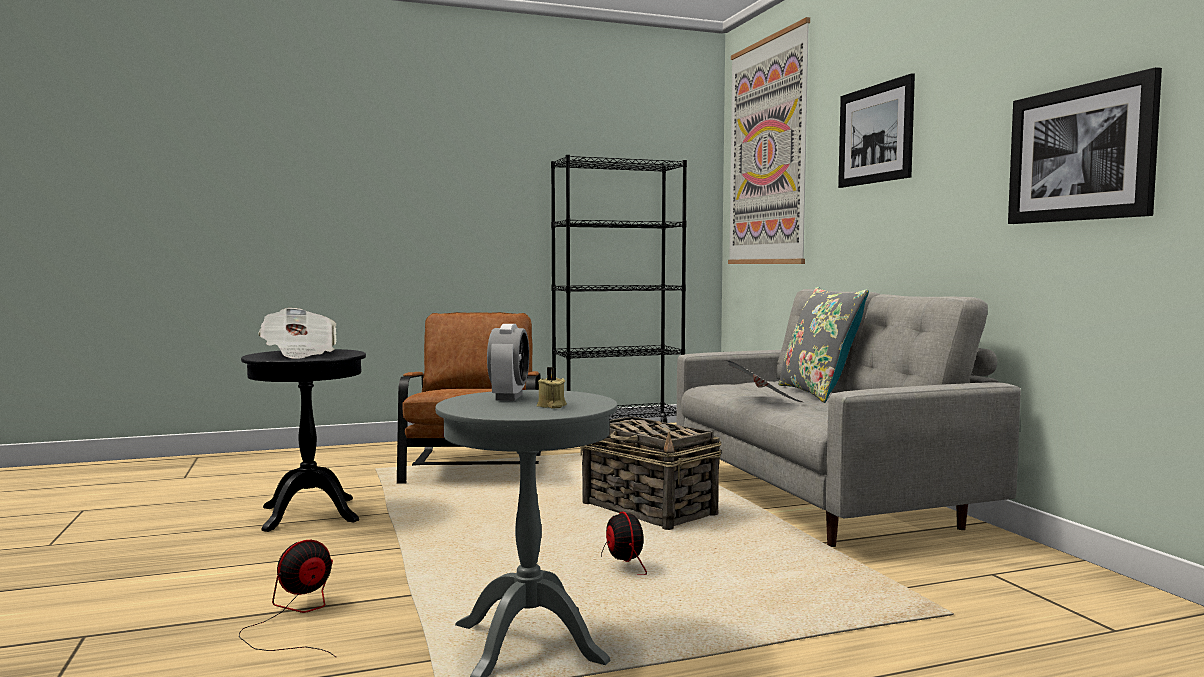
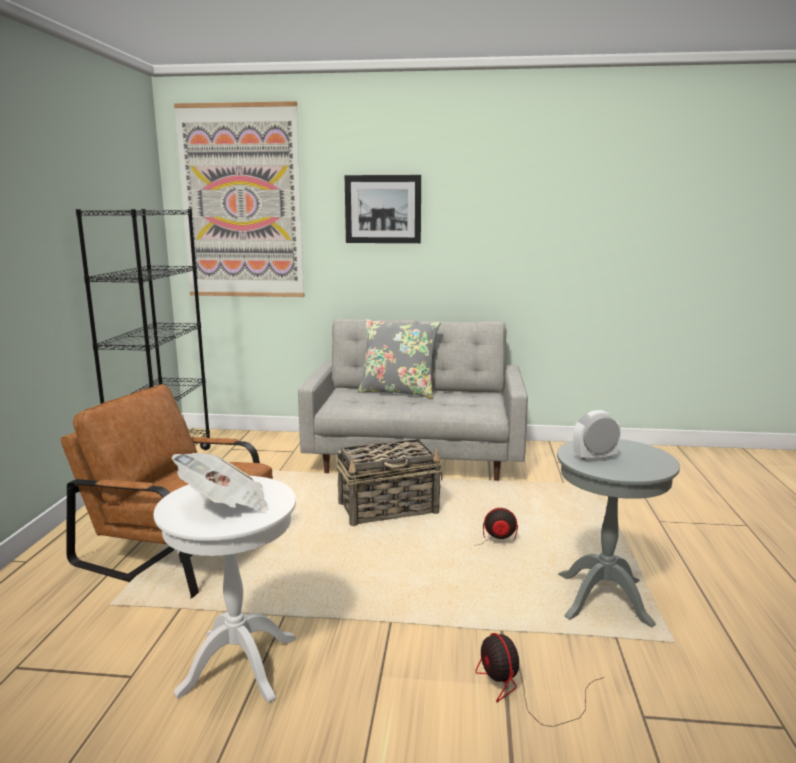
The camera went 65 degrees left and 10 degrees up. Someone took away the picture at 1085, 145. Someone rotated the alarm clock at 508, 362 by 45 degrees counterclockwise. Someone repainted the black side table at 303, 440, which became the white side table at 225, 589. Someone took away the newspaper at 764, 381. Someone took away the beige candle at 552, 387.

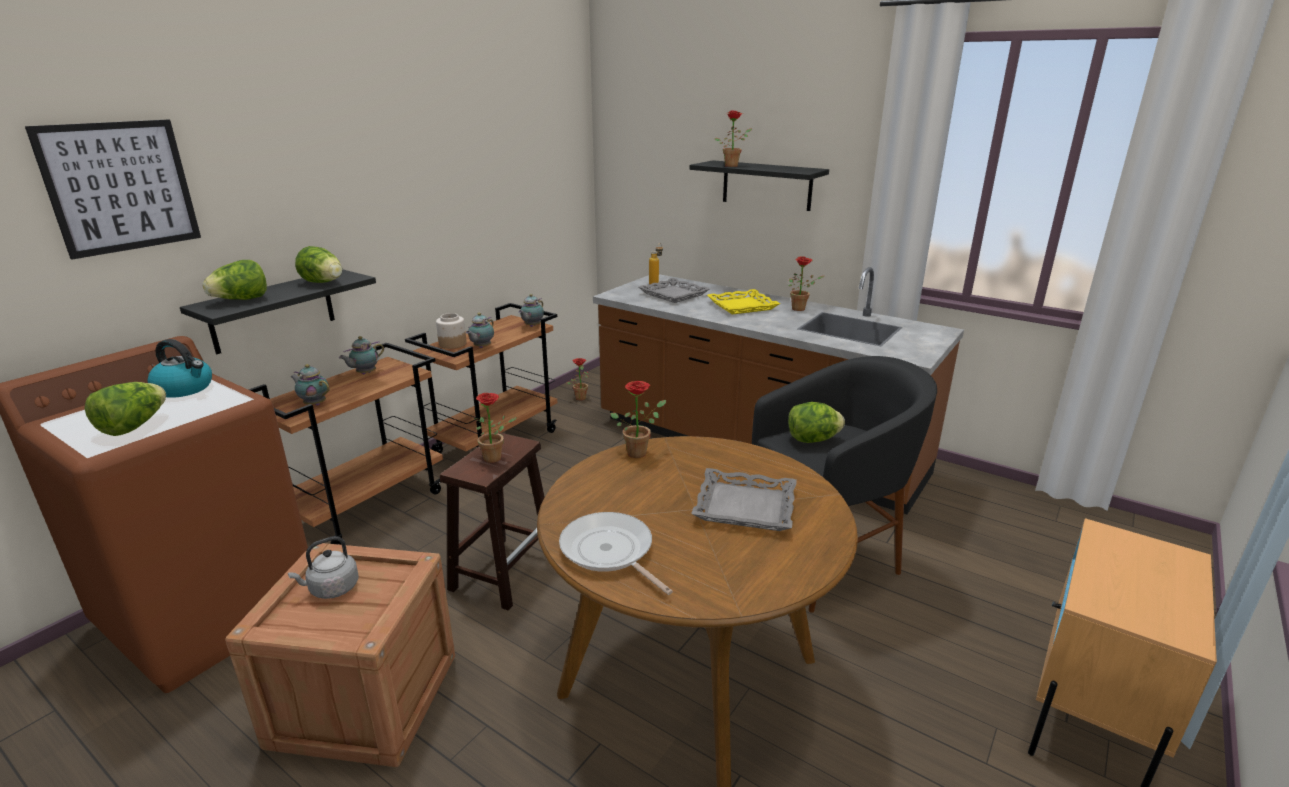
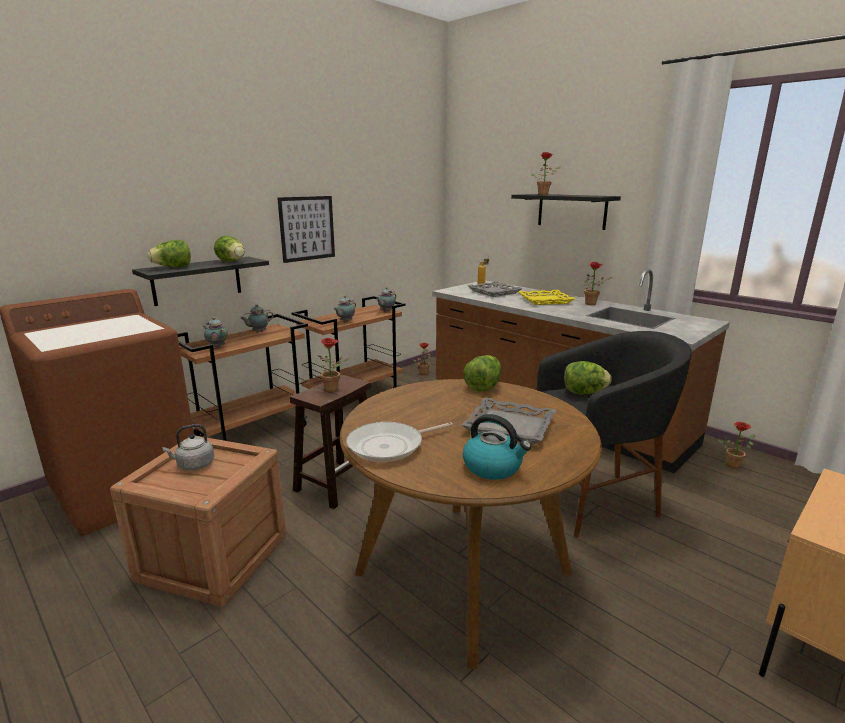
The camera went 10 degrees right and 5 degrees down. Someone carried the picture from 113, 189 to 306, 229. Someone took away the jar at 451, 331. Someone carried the kettle from 180, 368 to 497, 447. Someone carried the potted plant from 638, 419 to 737, 445. Someone carried the lettuce from 125, 409 to 482, 373. Someone rotated the frying pan at 616, 553 by 90 degrees counterclockwise.

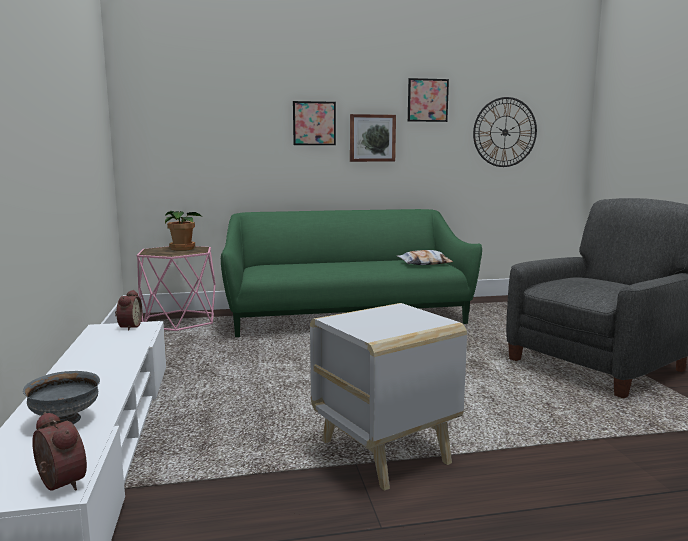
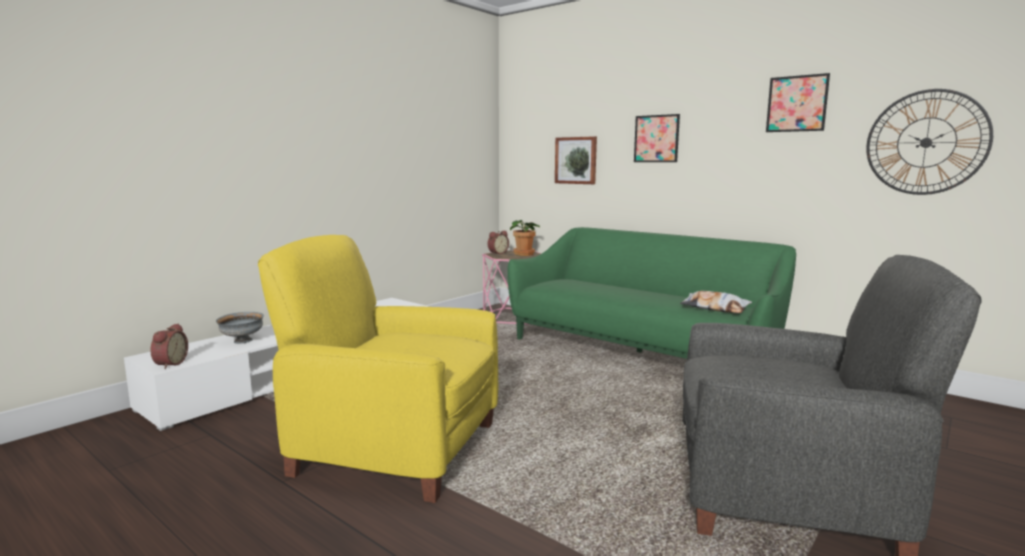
The camera went 50 degrees right and 0 degrees up. Someone carried the picture from 373, 138 to 576, 160. Someone carried the alarm clock from 128, 310 to 498, 242. Someone swapped the white side table at 388, 397 for the yellow armchair at 378, 369.

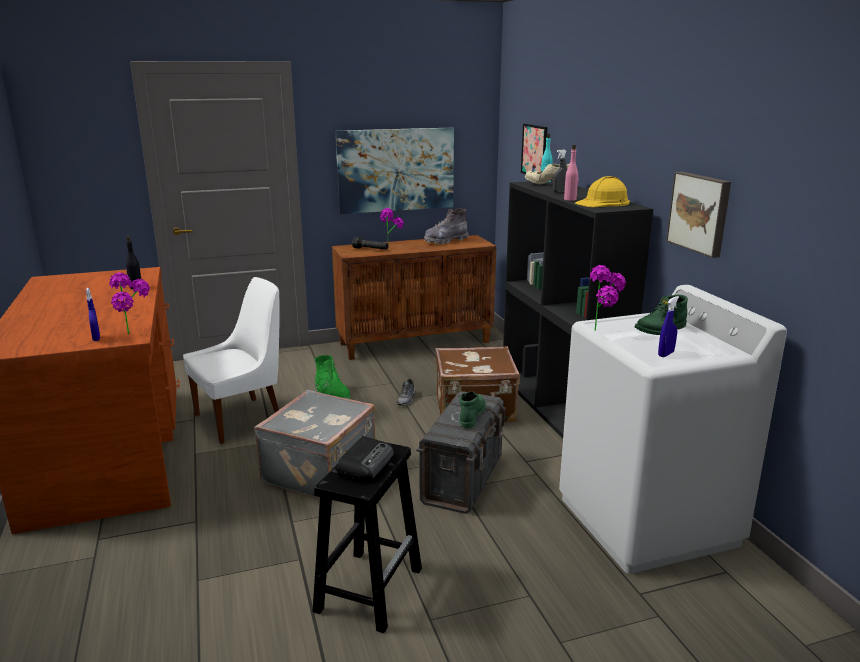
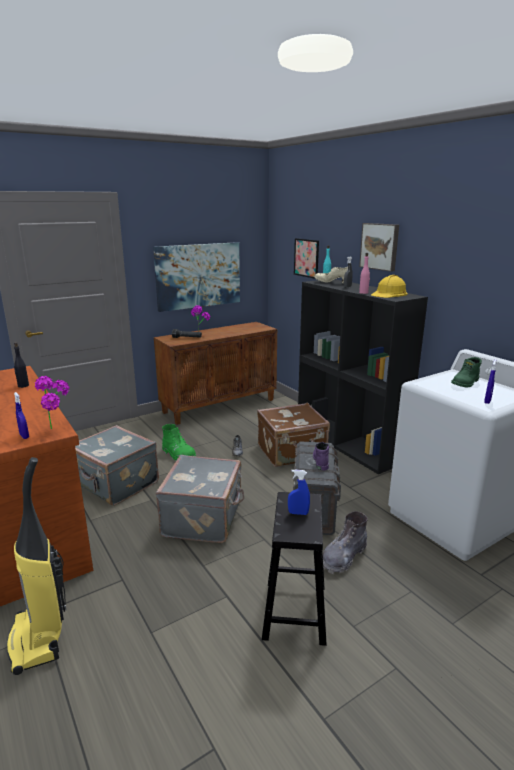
The camera went 15 degrees left and 0 degrees up. Someone carried the picture from 698, 215 to 379, 247. Someone carried the grey boot from 446, 226 to 345, 542. Someone took away the potted plant at 608, 298. Someone swapped the white chair at 231, 360 for the grey suitcase at 117, 465. Someone repainted the green boot at 472, 409, which became the purple boot at 321, 456. Someone swapped the radio at 365, 458 for the blue spray bottle at 299, 492. Someone put down the vacuum cleaner at 36, 566.

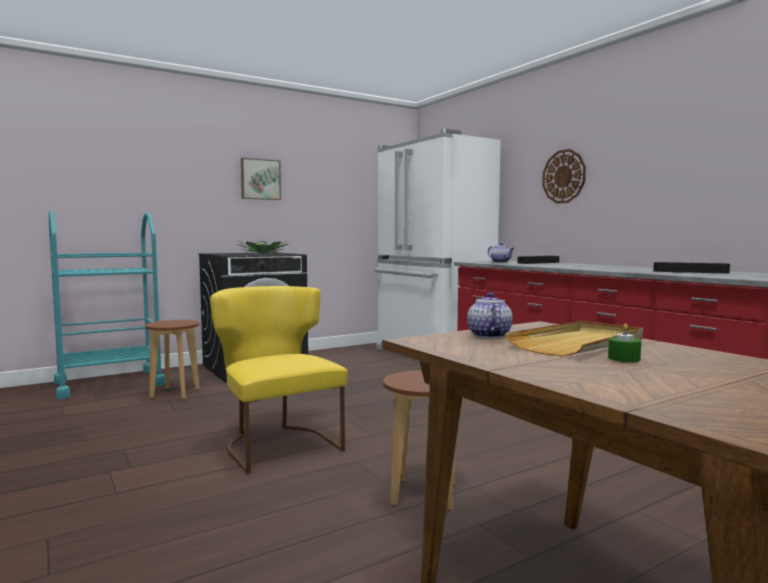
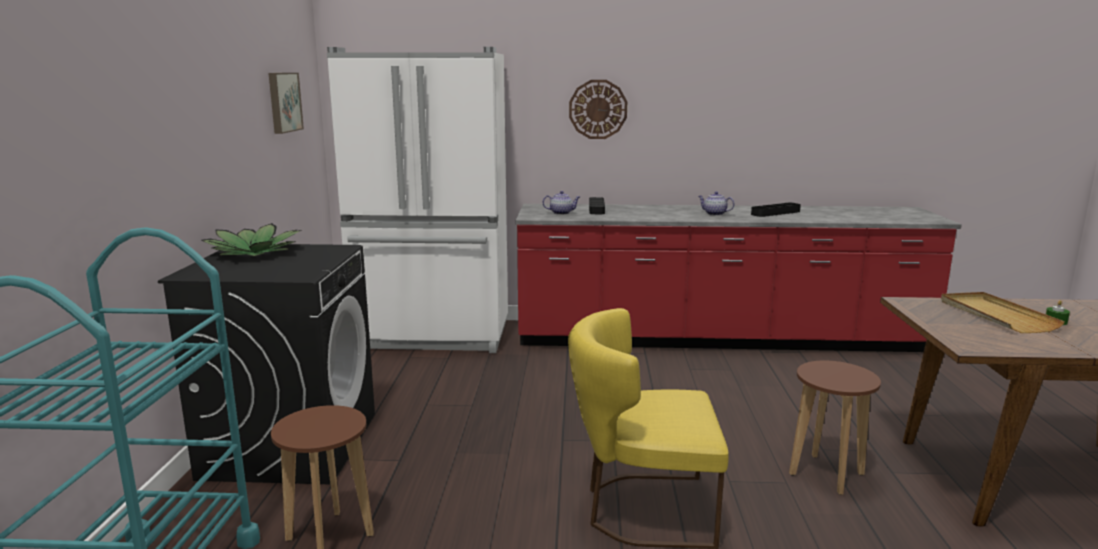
The camera went 55 degrees left and 10 degrees up. Someone carried the picture from 261, 179 to 286, 103. Someone carried the teapot from 490, 315 to 716, 204.

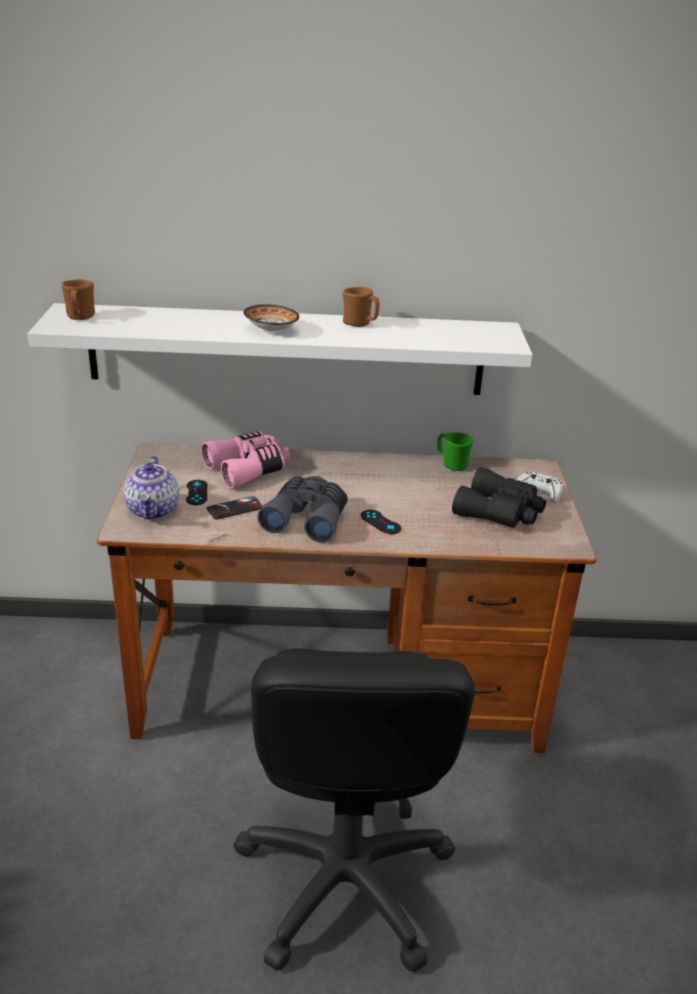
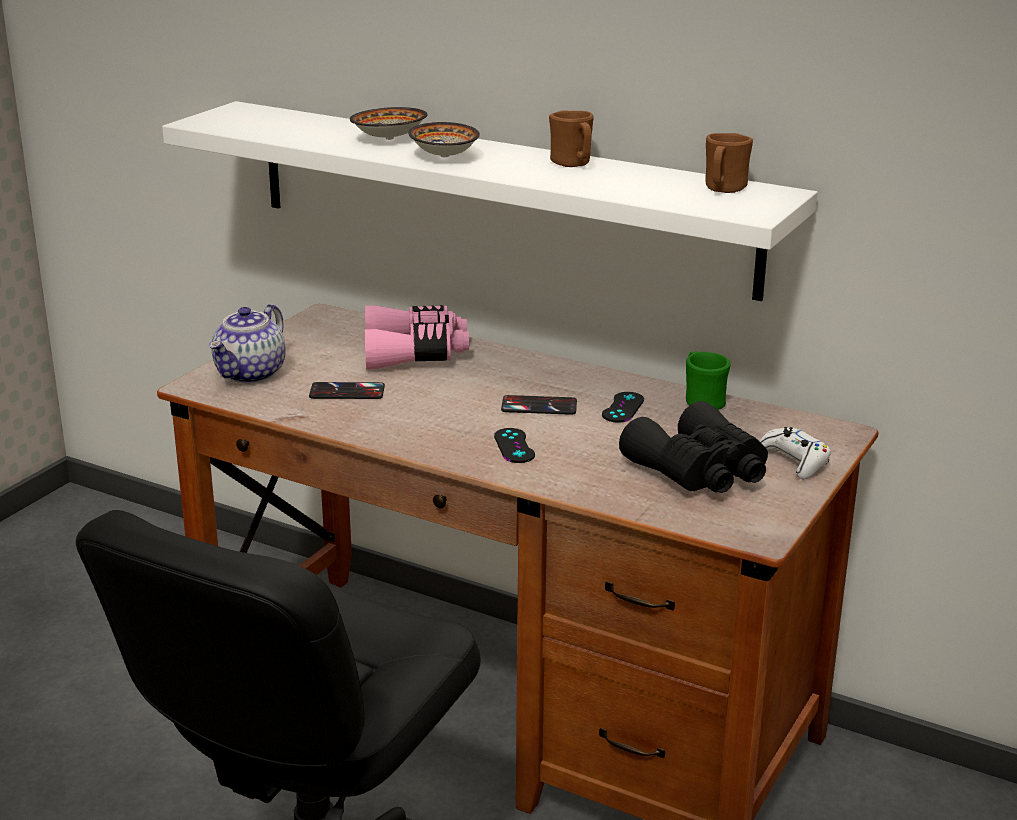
The camera went 30 degrees right and 5 degrees down. Someone carried the brown mug from 78, 299 to 729, 163. Someone took away the grey binoculars at 302, 509. Someone carried the black game controller from 196, 492 to 623, 407. Someone put down the bowl at 389, 123. Someone put down the phone at 539, 405.

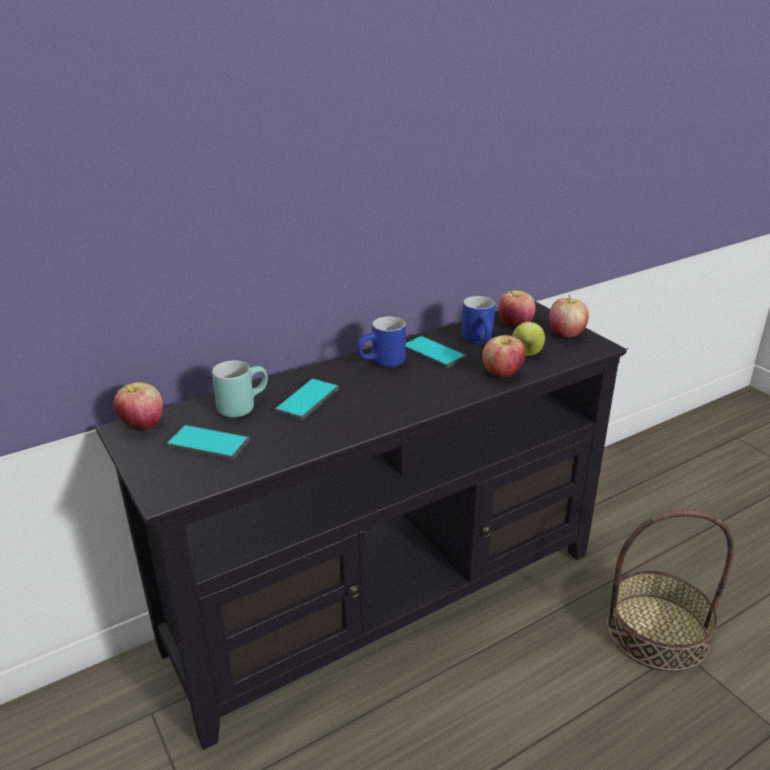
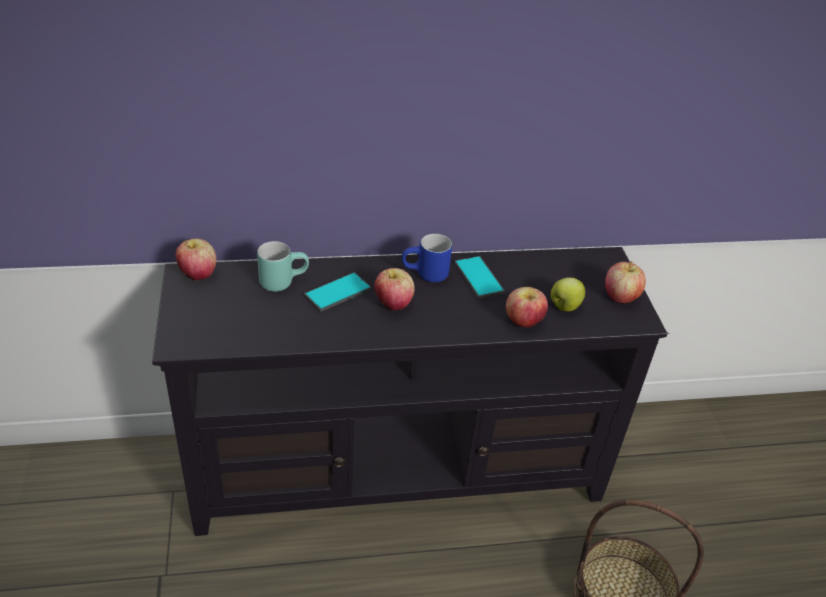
The camera went 20 degrees right and 10 degrees up. Someone carried the apple from 516, 309 to 395, 289. Someone took away the blue mug at 478, 320. Someone took away the phone at 208, 442.

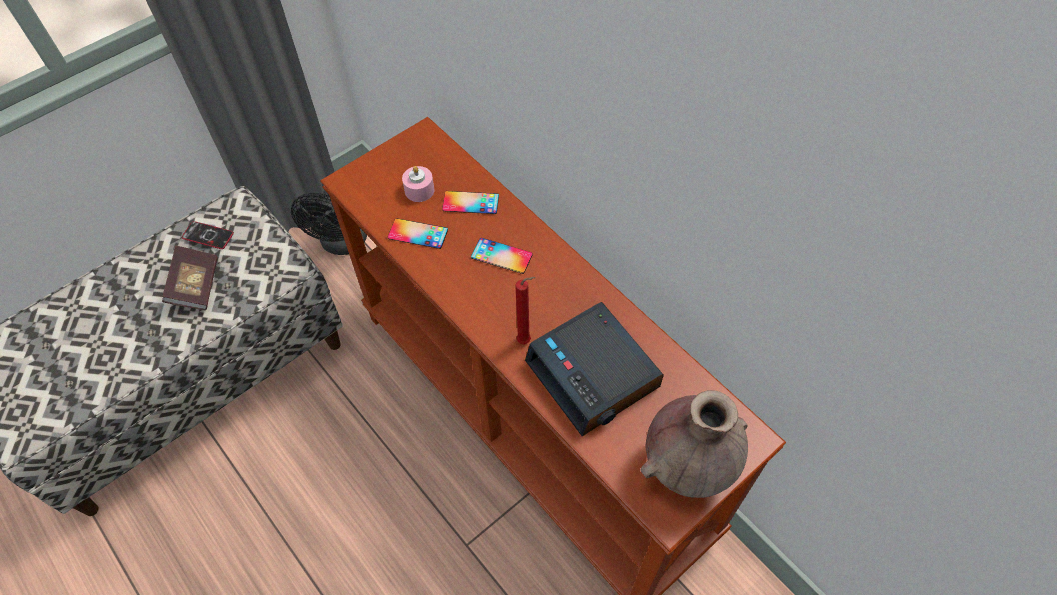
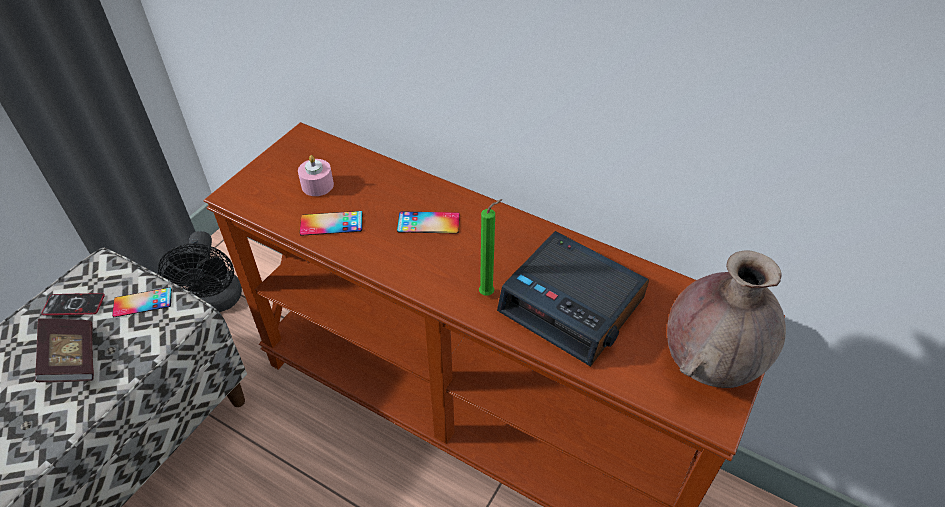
The camera went 20 degrees left and 10 degrees down. Someone carried the phone from 470, 202 to 142, 302. Someone repainted the red candle at 525, 310, which became the green candle at 491, 247.

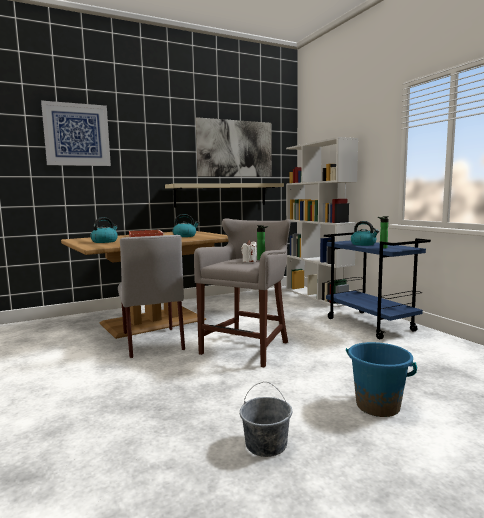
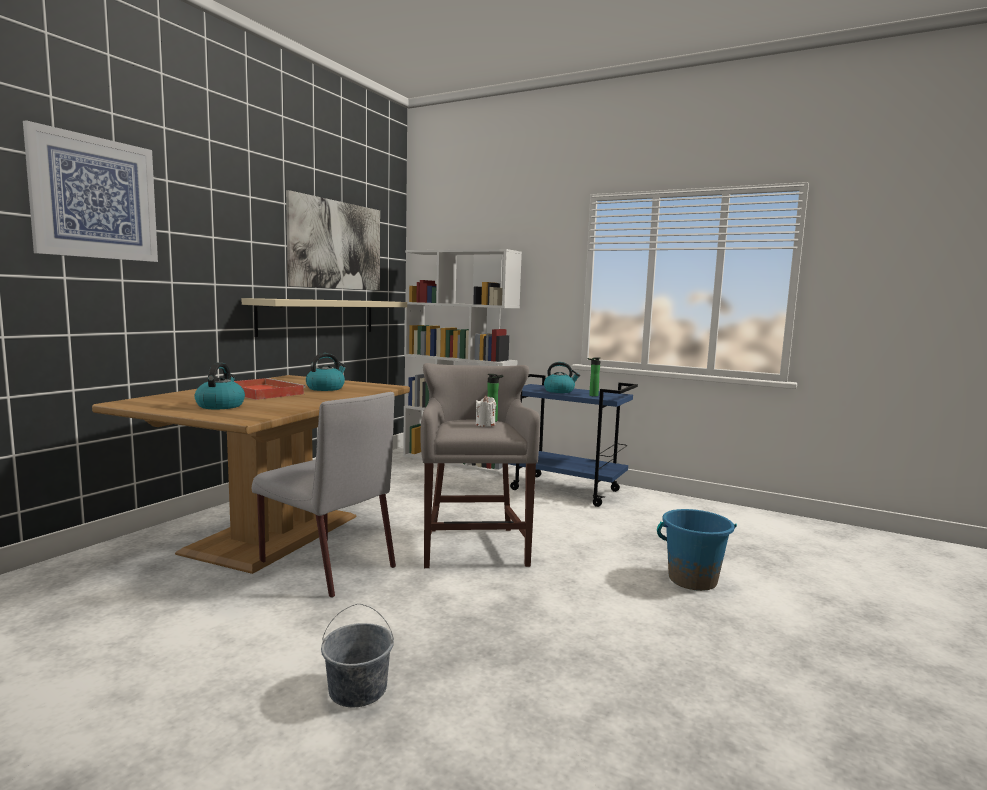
The camera went 35 degrees left and 0 degrees up. Someone carried the grey bucket from 266, 419 to 357, 655.

